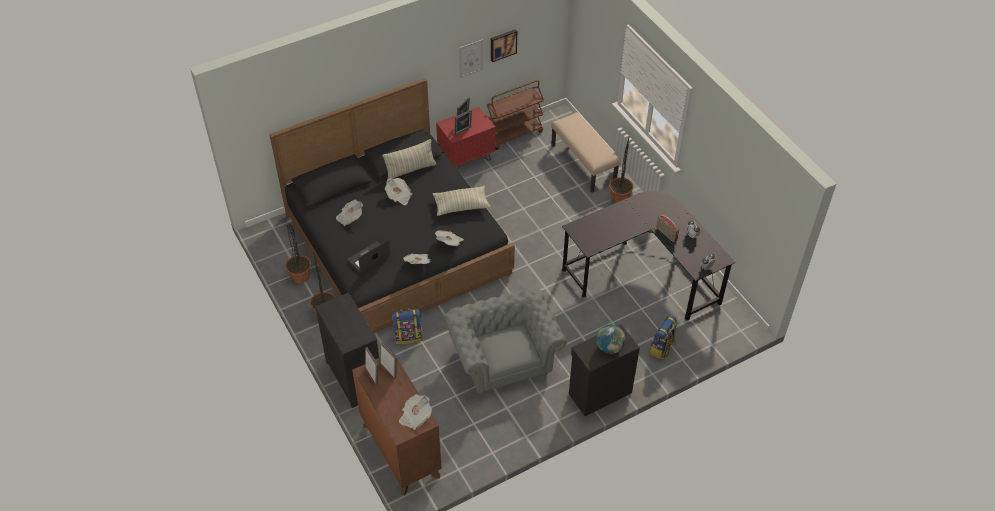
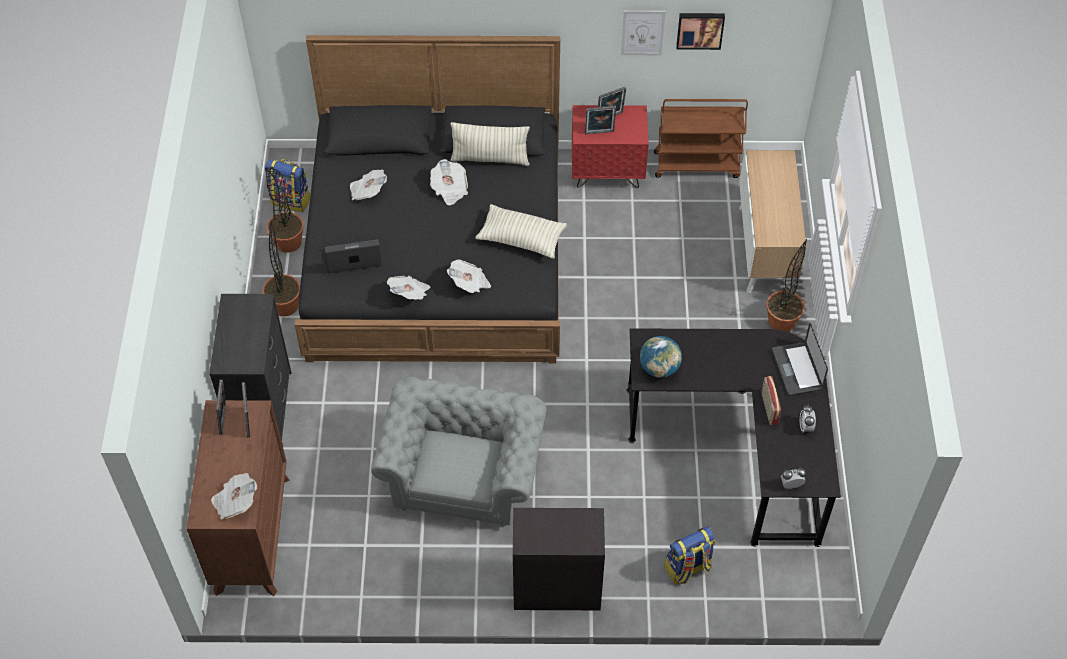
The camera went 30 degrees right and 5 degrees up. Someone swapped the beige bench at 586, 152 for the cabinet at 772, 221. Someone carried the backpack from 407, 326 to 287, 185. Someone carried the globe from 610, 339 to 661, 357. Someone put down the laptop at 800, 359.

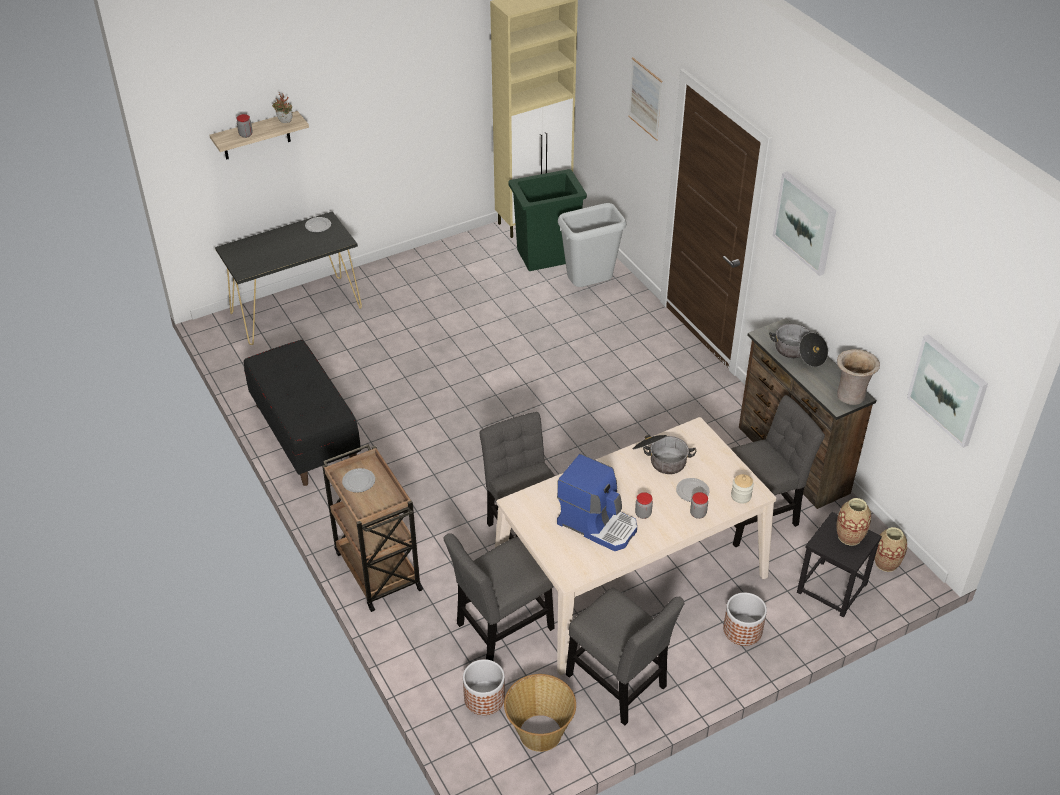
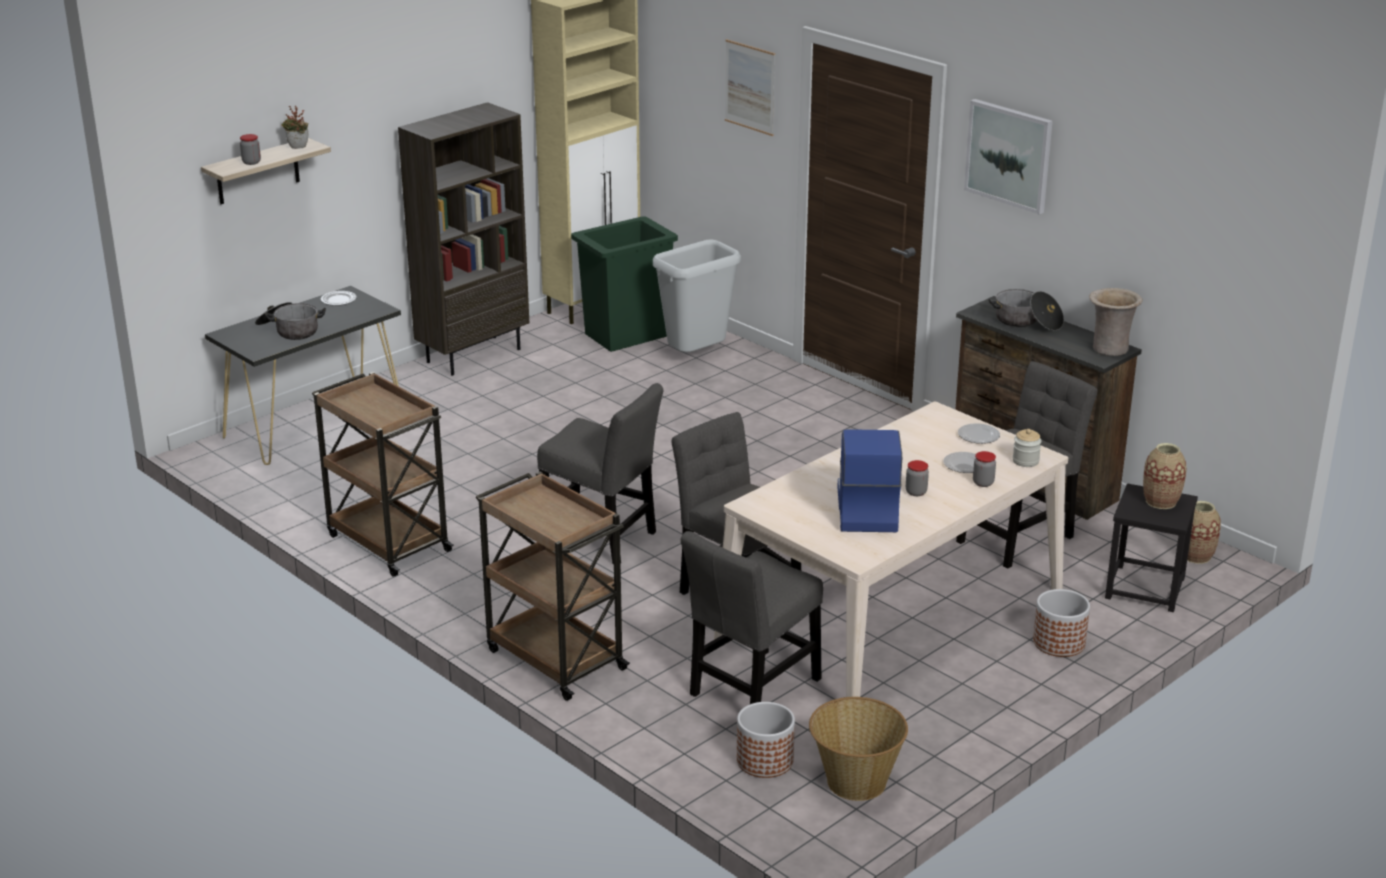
The camera went 15 degrees left and 15 degrees down. Someone took away the picture at 947, 391. Someone swapped the black bench at 302, 413 for the brown cart at 383, 474. Someone carried the cooking pot from 664, 454 to 290, 321. Someone rotated the coffee machine at 597, 502 by 105 degrees counterclockwise. Someone carried the plate from 358, 480 to 979, 433. Someone carried the grey chair from 625, 656 to 600, 474. Someone put down the brown bookcase at 463, 239.

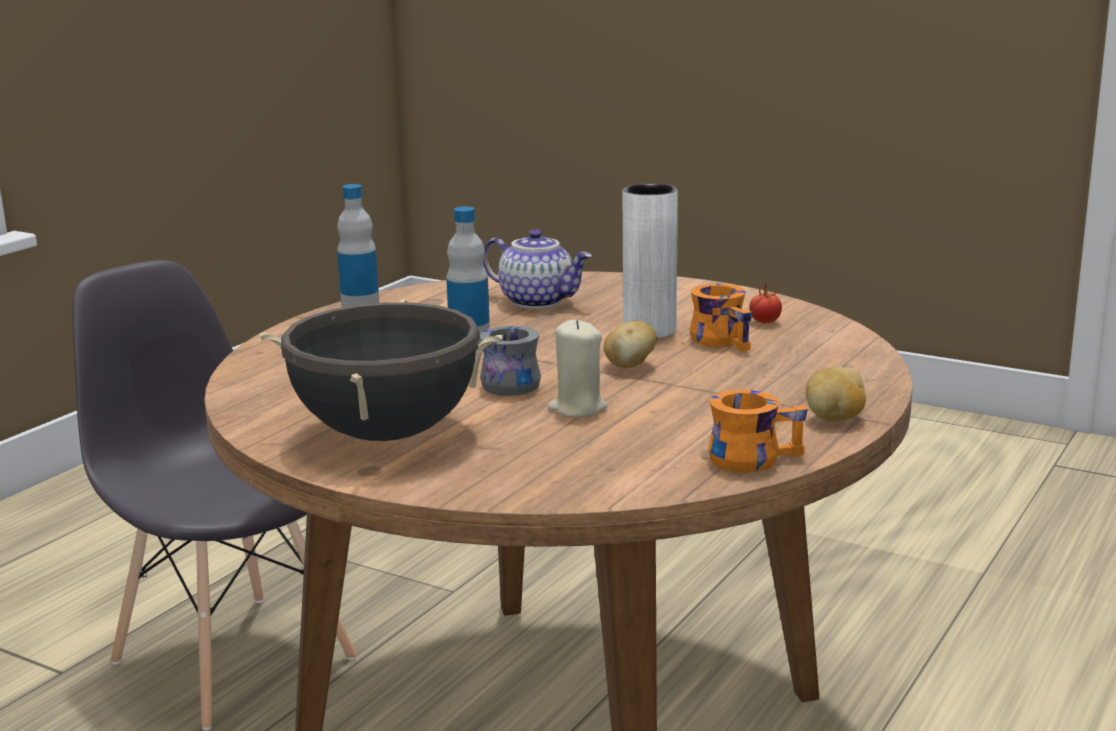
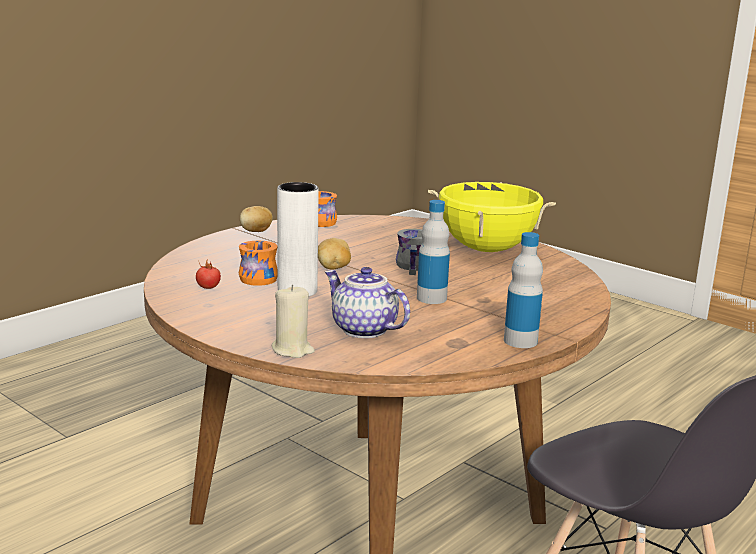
The camera went 170 degrees left and 0 degrees up. Someone repainted the black cooking pot at 381, 370, which became the yellow cooking pot at 492, 217. Someone carried the beige candle from 578, 369 to 293, 321.

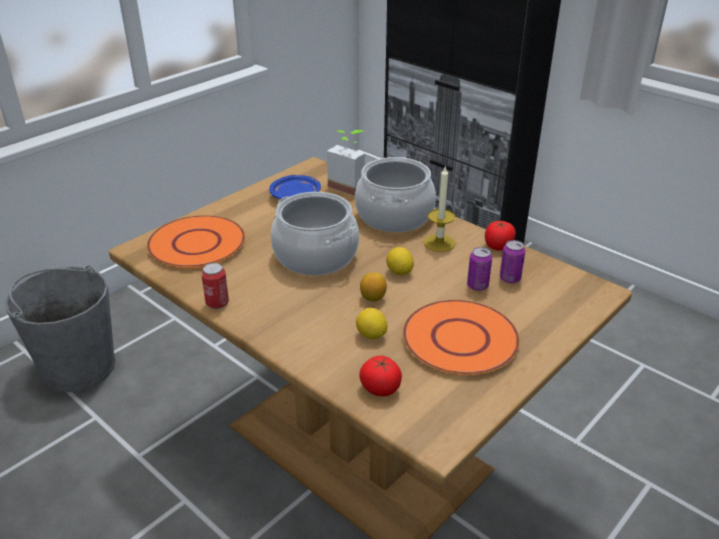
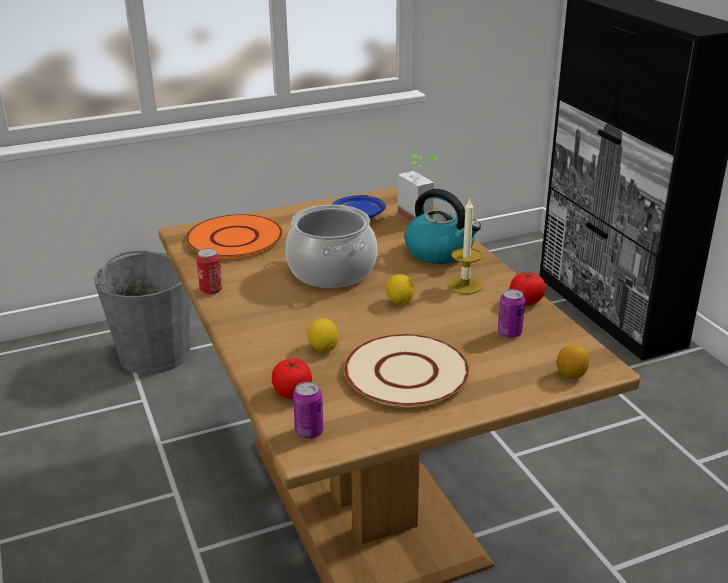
The camera went 25 degrees right and 5 degrees down. Someone swapped the cooking pot at 395, 194 for the kettle at 443, 226. Someone carried the can from 479, 269 to 308, 410. Someone carried the lemon from 373, 287 to 573, 362. Someone repainted the orange plate at 461, 337, which became the beige plate at 406, 370.

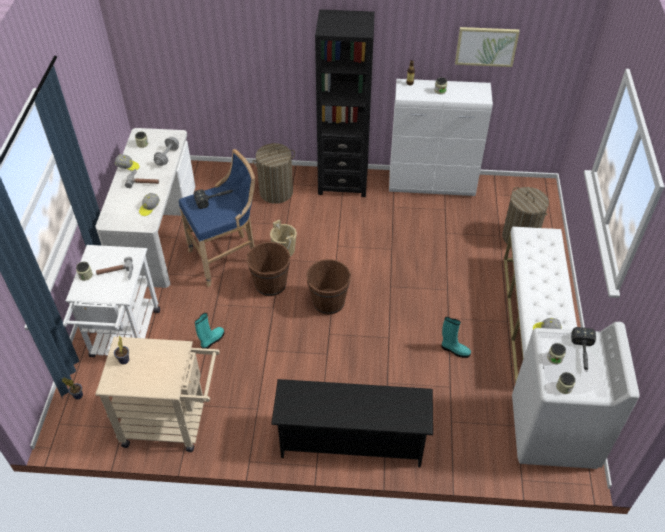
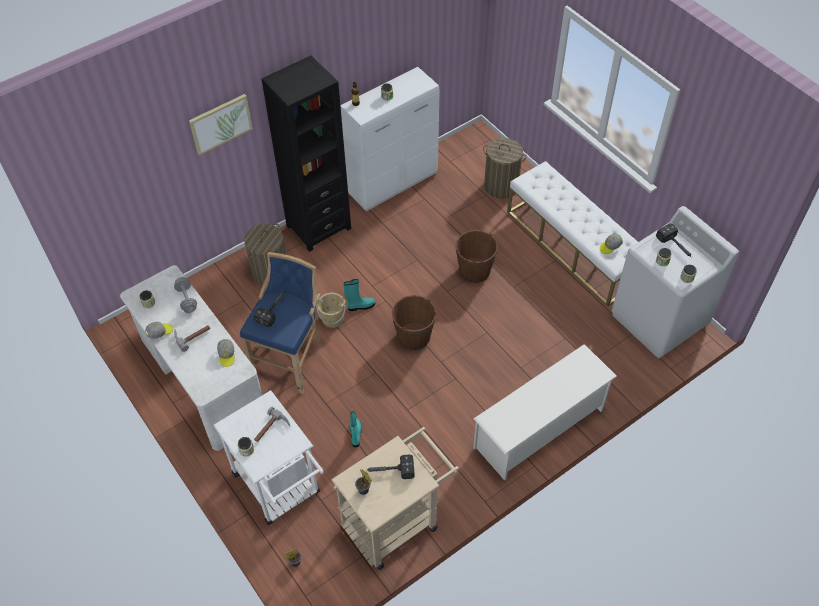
The camera went 40 degrees left and 5 degrees up. Someone carried the picture from 487, 47 to 221, 124. Someone carried the brown bucket from 268, 269 to 476, 256. Someone carried the turquoise boot from 456, 337 to 359, 295. Someone repainted the black shoe rack at 352, 423, which became the white shoe rack at 545, 412. Someone put down the hammer at 389, 467.

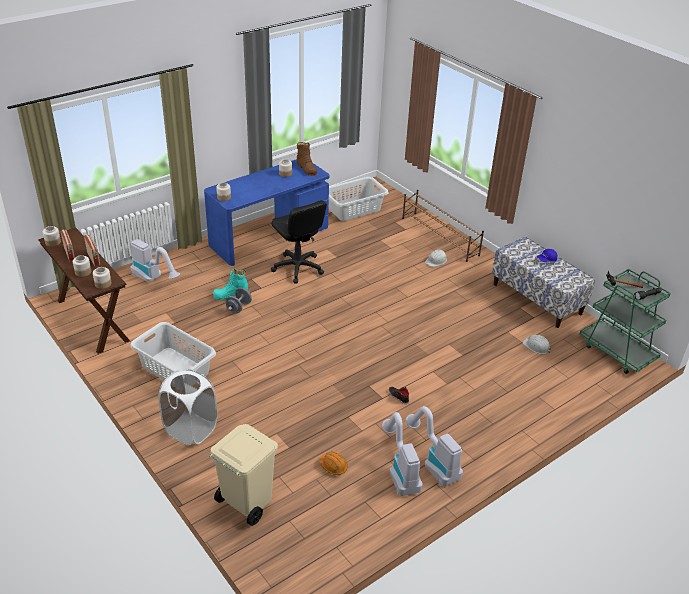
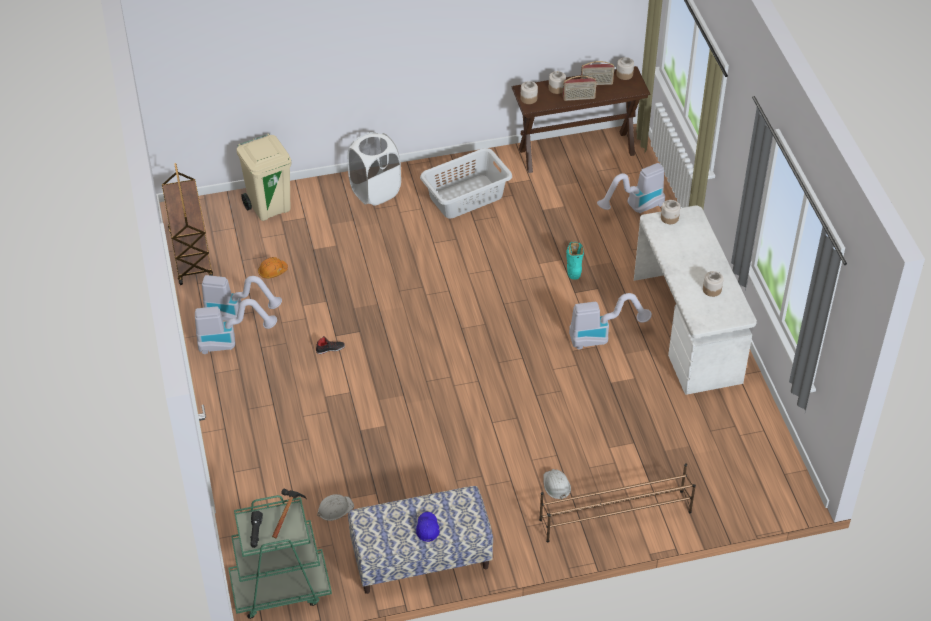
The camera went 115 degrees right and 10 degrees up. Someone took away the brown boot at 307, 159. Someone repainted the blue desk at 267, 212, which became the white desk at 695, 300. Someone took away the grey laundry basket at 358, 199. Someone swapped the black office chair at 299, 241 for the vacuum cleaner at 610, 321. Someone took away the grey dumbbell at 239, 300. Someone put down the brown cart at 187, 224.

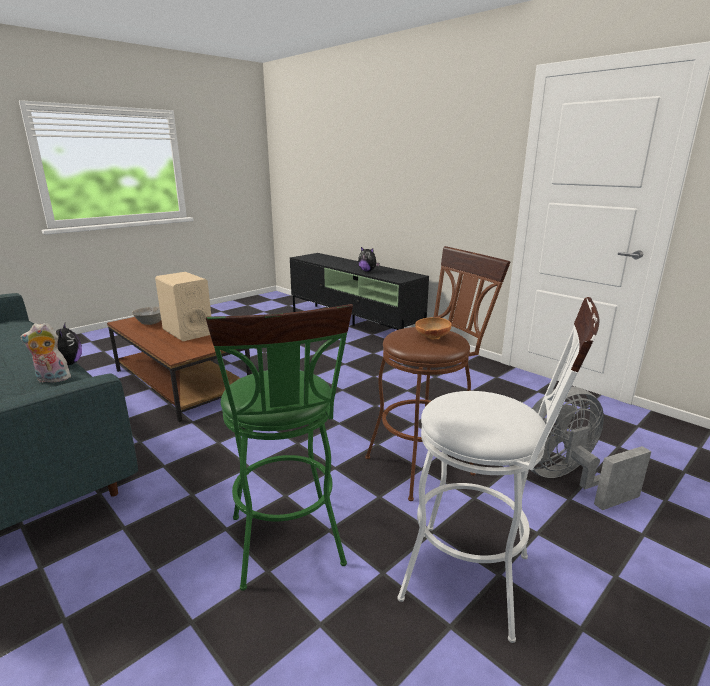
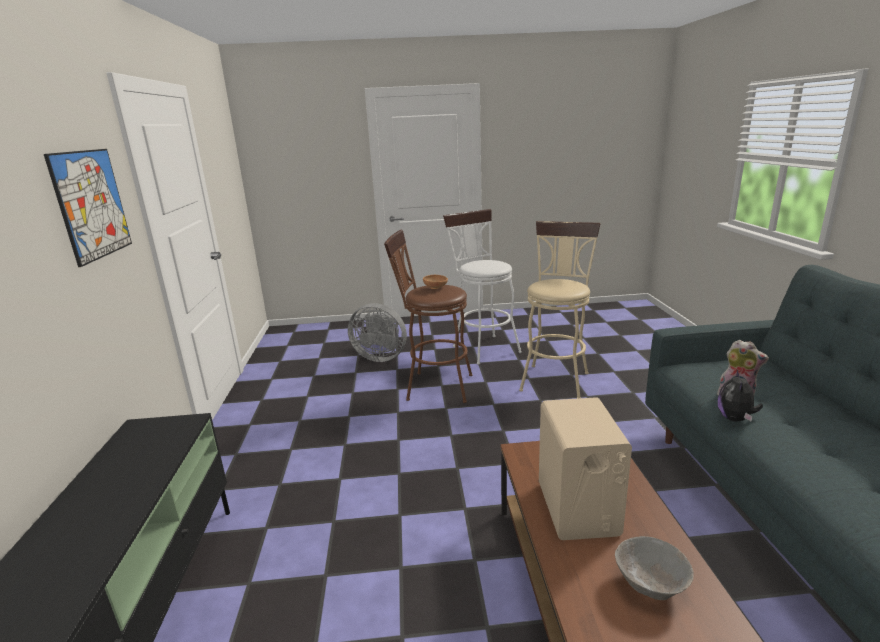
The camera went 140 degrees left and 0 degrees up. Someone took away the plush toy at 369, 259. Someone repainted the green stool at 279, 447, which became the beige stool at 560, 310. Someone put up the picture at 88, 208.

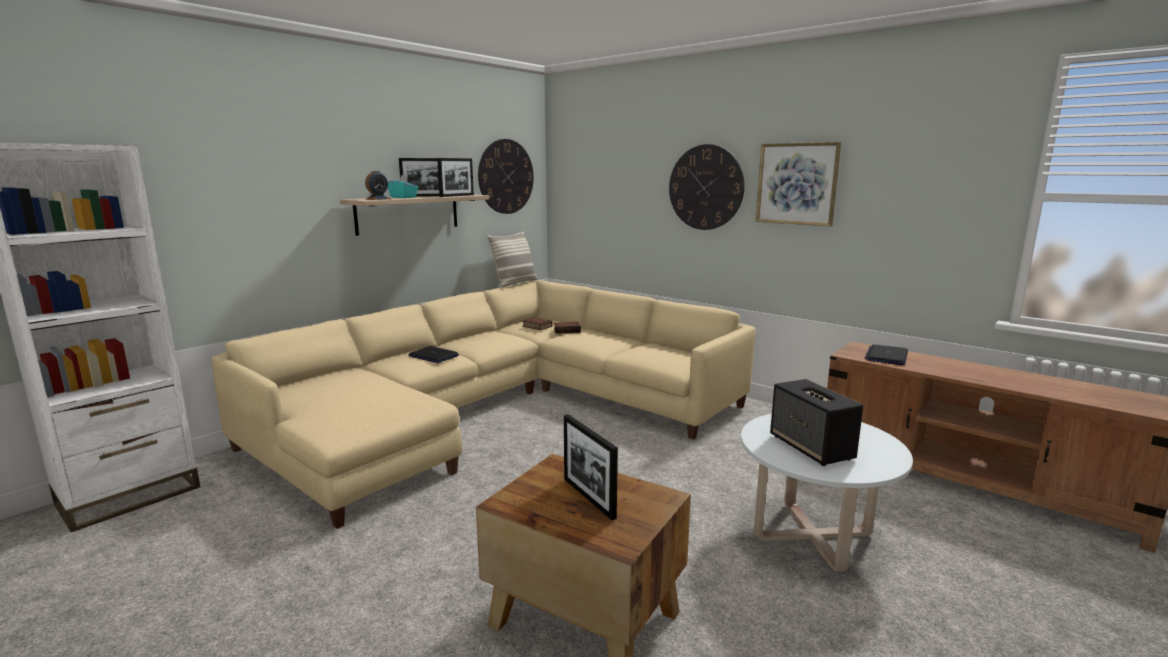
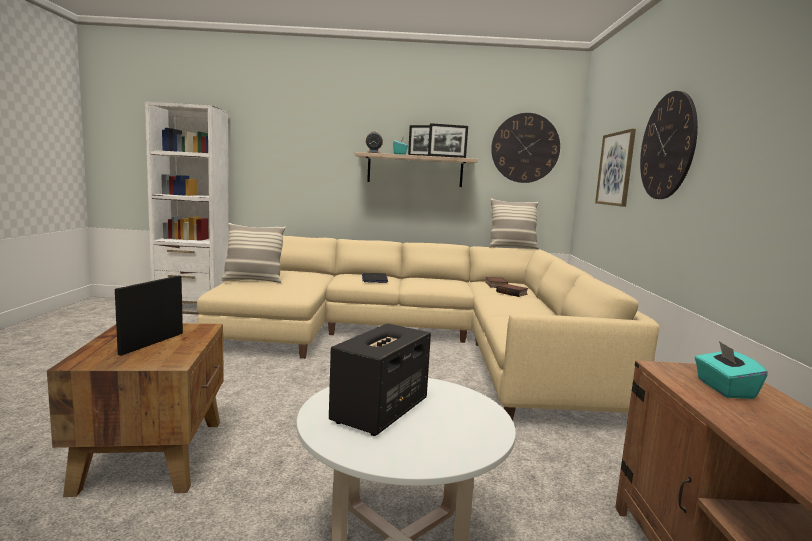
The camera went 50 degrees right and 5 degrees down. Someone carried the picture from 798, 184 to 615, 168. Someone swapped the laptop at 886, 355 for the turquoise tissue box at 731, 370. Someone put down the pillow at 253, 253.

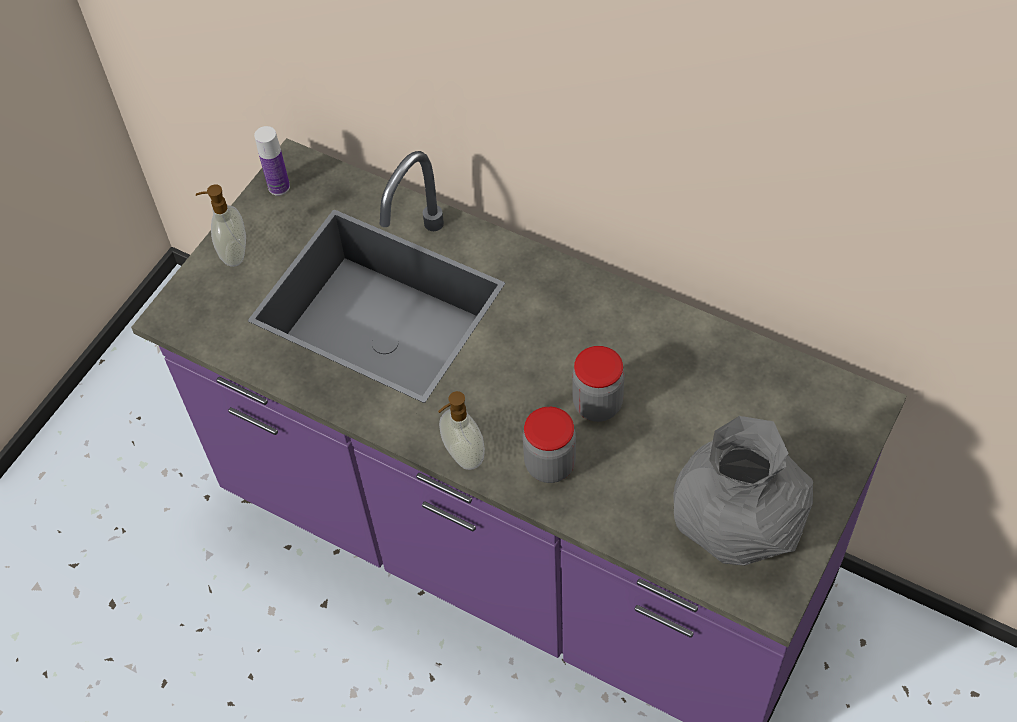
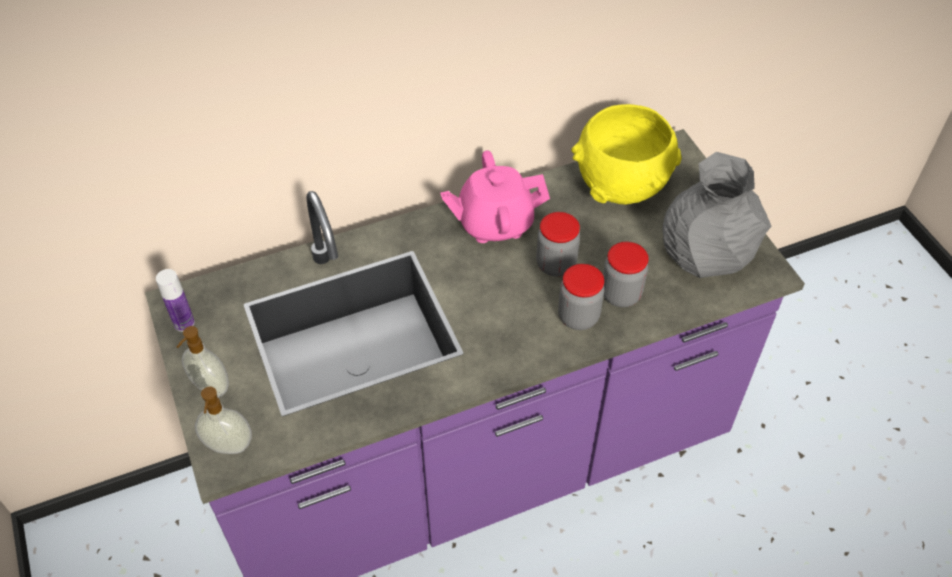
The camera went 55 degrees left and 5 degrees down. Someone carried the soap dispenser from 461, 430 to 223, 420. Someone put down the yellow bowl at 626, 154. Someone put down the pink teapot at 495, 196. Someone put down the jar at 626, 274.

